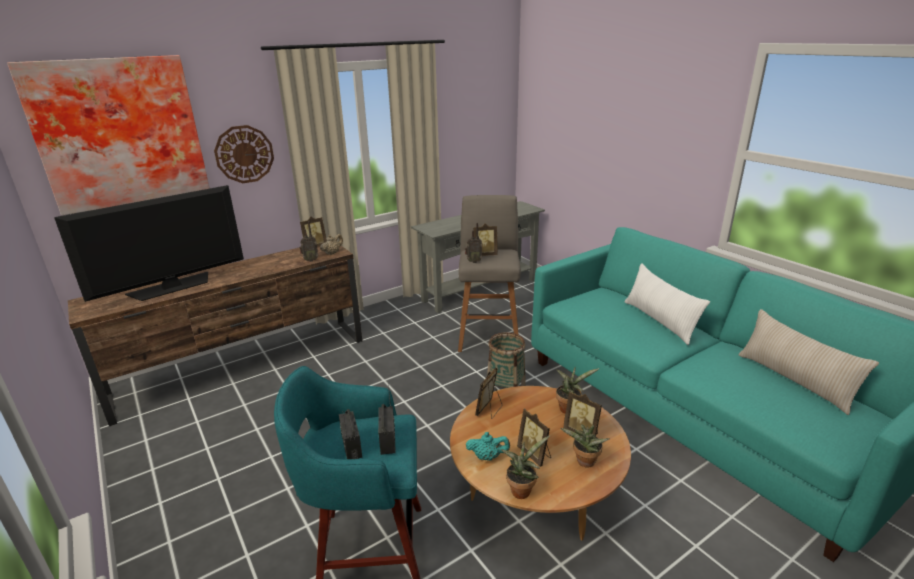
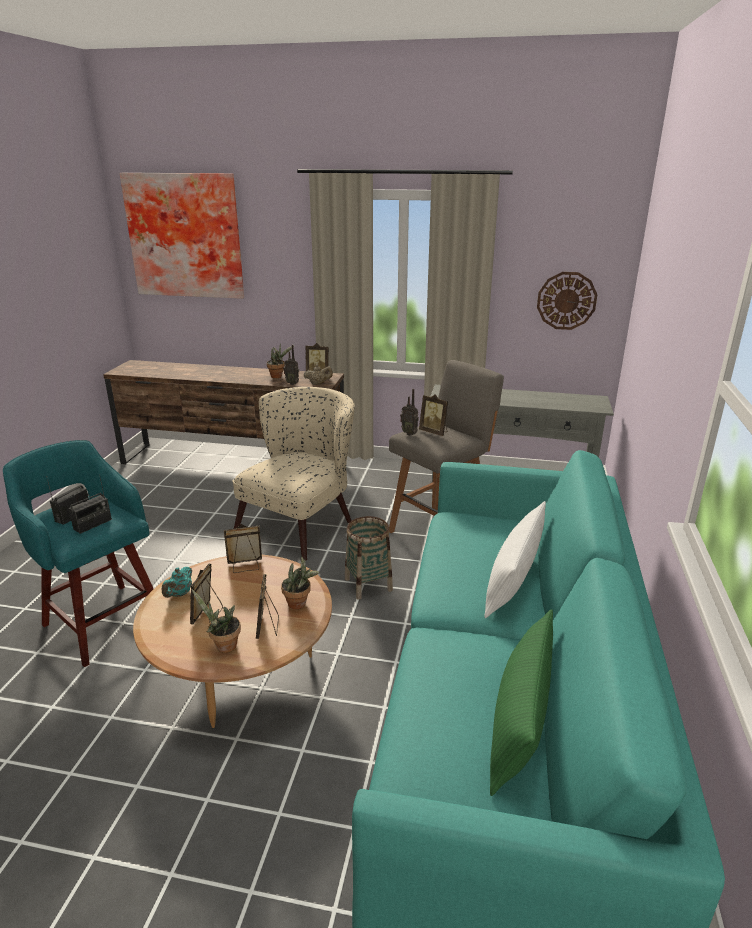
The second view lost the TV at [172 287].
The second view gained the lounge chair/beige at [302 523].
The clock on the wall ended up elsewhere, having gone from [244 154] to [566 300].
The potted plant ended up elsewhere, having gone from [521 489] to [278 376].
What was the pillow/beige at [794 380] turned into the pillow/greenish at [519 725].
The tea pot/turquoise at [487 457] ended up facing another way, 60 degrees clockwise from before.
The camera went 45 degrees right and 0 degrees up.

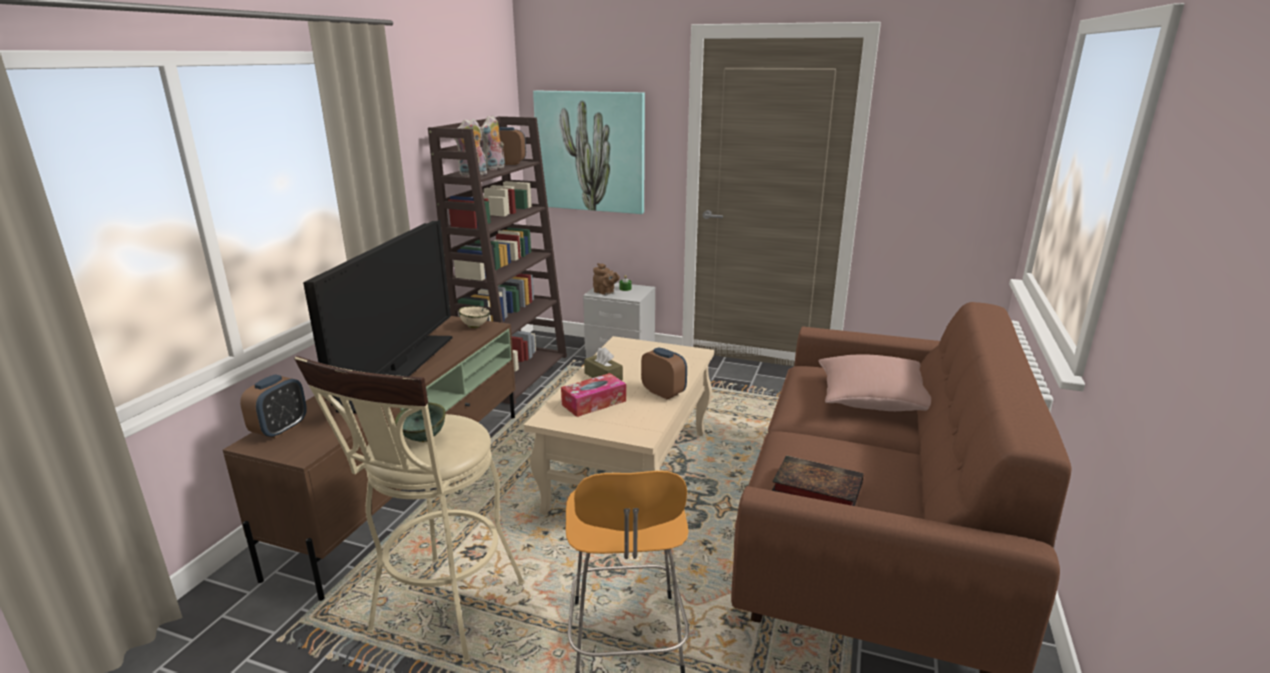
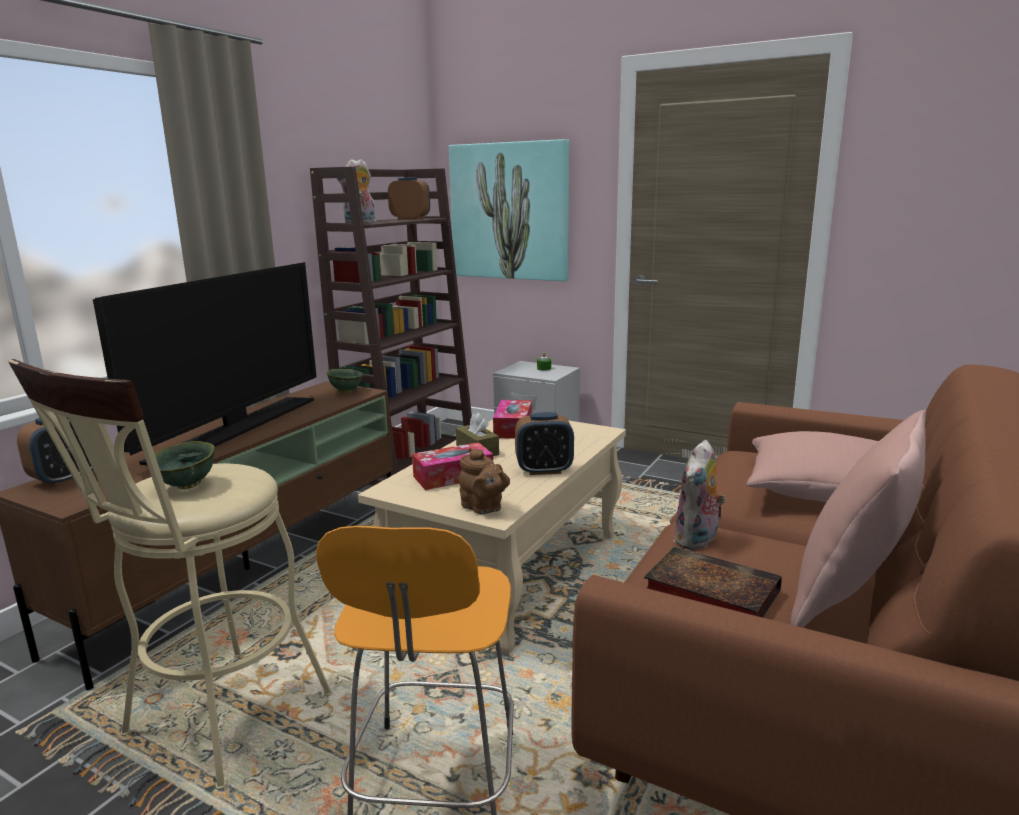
The second view gained the box of tissues at [513 428].
The second view gained the pillow/pink-coloured at [850 598].
The plush toy ended up elsewhere, having gone from [494 168] to [698 541].
The tea pot/brownish ended up elsewhere, having gone from [605 292] to [483 508].
What was the serving bowl/beige at [474 326] turned into the serving bowl/greenish at [346 391].
The bedside clock at [663 392] ended up facing another way, 120 degrees clockwise from before.
The camera went 10 degrees right and 5 degrees down.

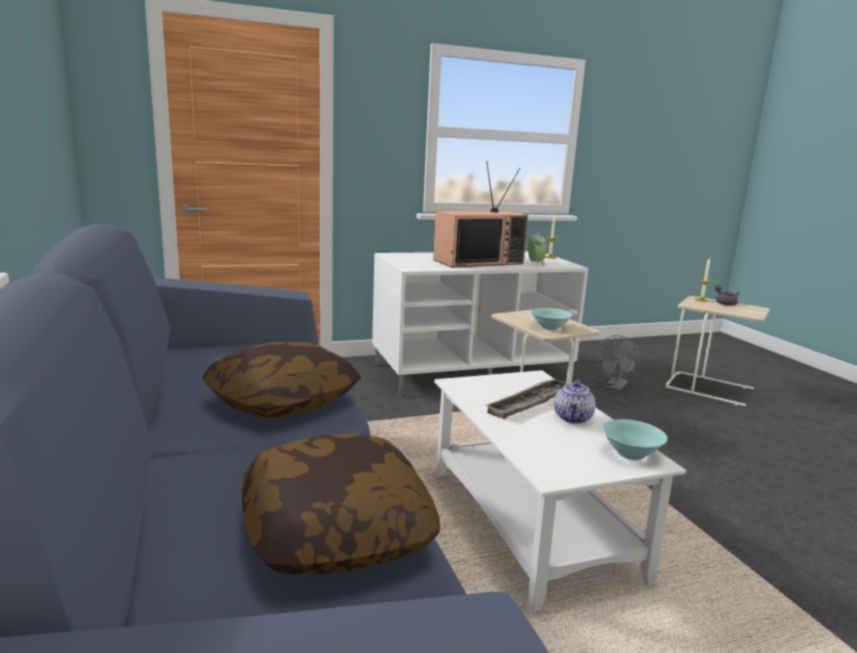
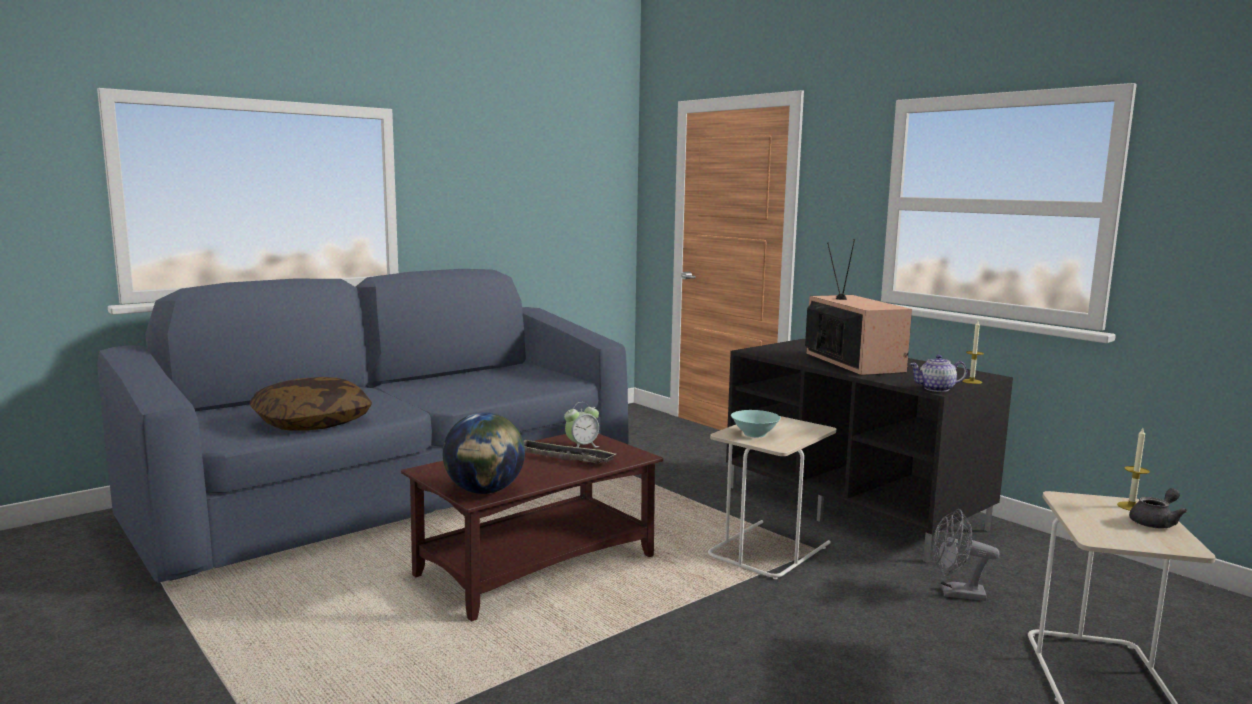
The second view lost the pillow at [283 402].
The bedside clock ended up elsewhere, having gone from [535 263] to [582 446].
The tea pot ended up elsewhere, having gone from [573 418] to [936 389].
Where the serving bowl/turquoise stood at [631 453], the globe came to stand at [485 491].
What was the tv stand/whitish at [472 371] turned into the tv stand/black-coloured at [855 507].
What was the coffee table/whitish at [529 521] turned into the coffee table/brownish at [537 565].
The TV at [478 261] ended up facing another way, 150 degrees counterclockwise from before.
The camera went 70 degrees right and 5 degrees down.

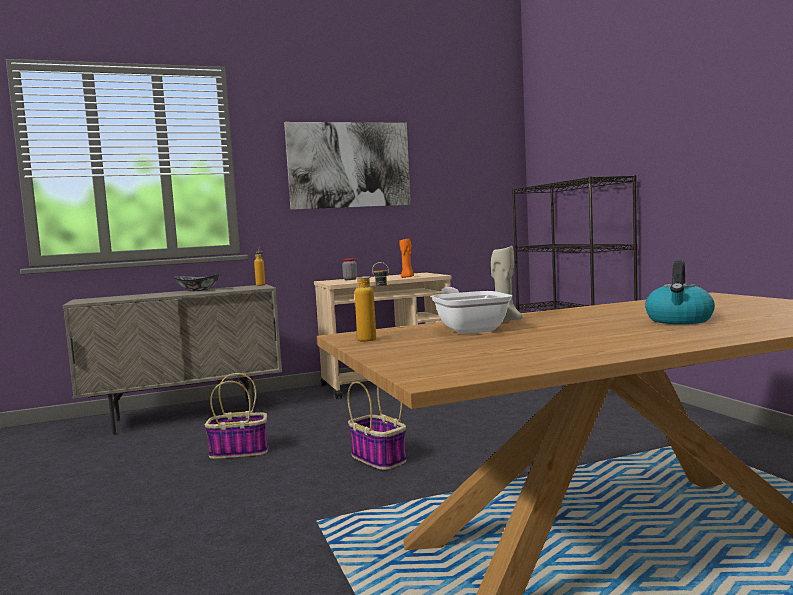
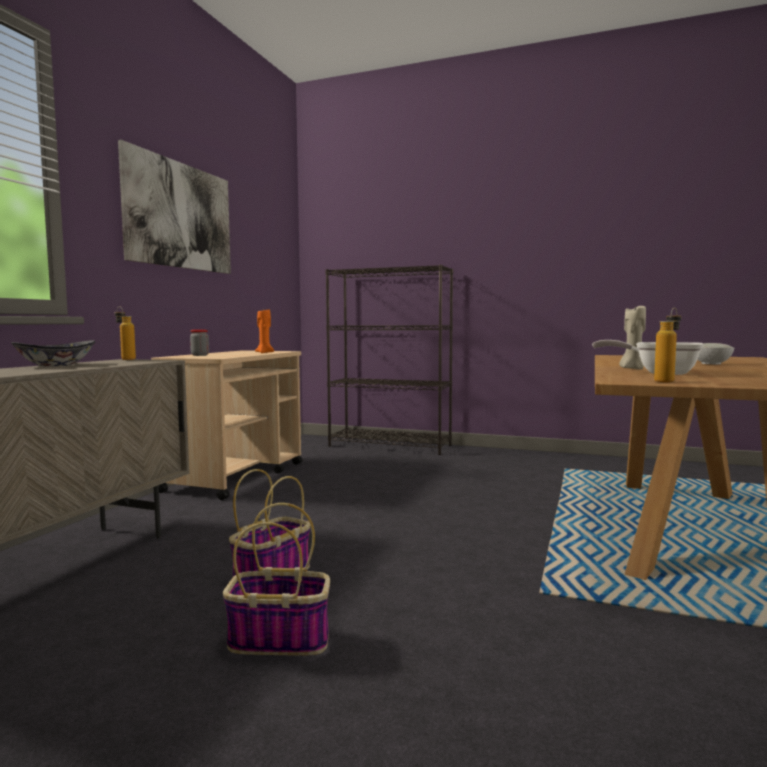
The basket ended up elsewhere, having gone from [379 459] to [281 639].
Where the water kettle stood at [679 320], the serving bowl/whitish came to stand at [711 363].
The camera went 50 degrees left and 0 degrees up.

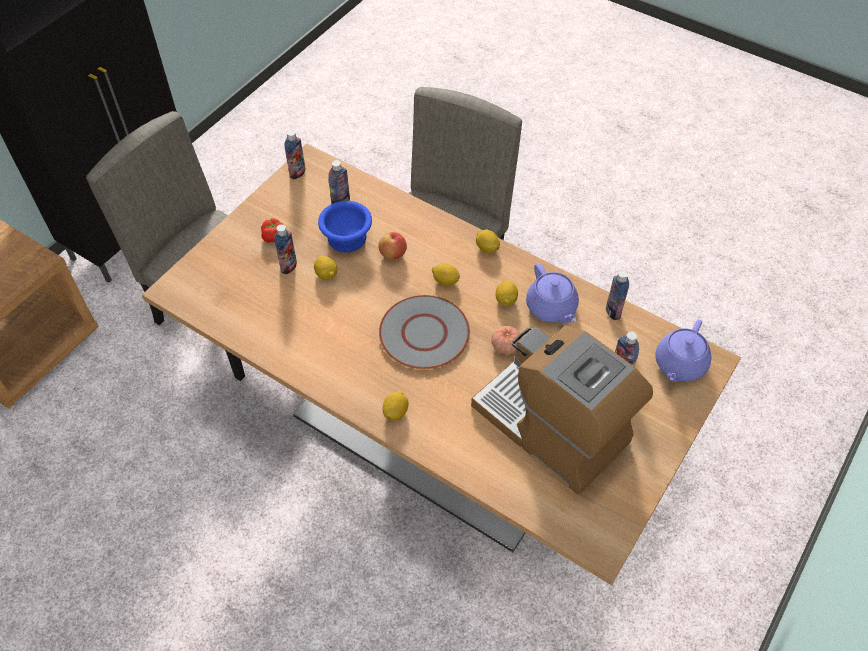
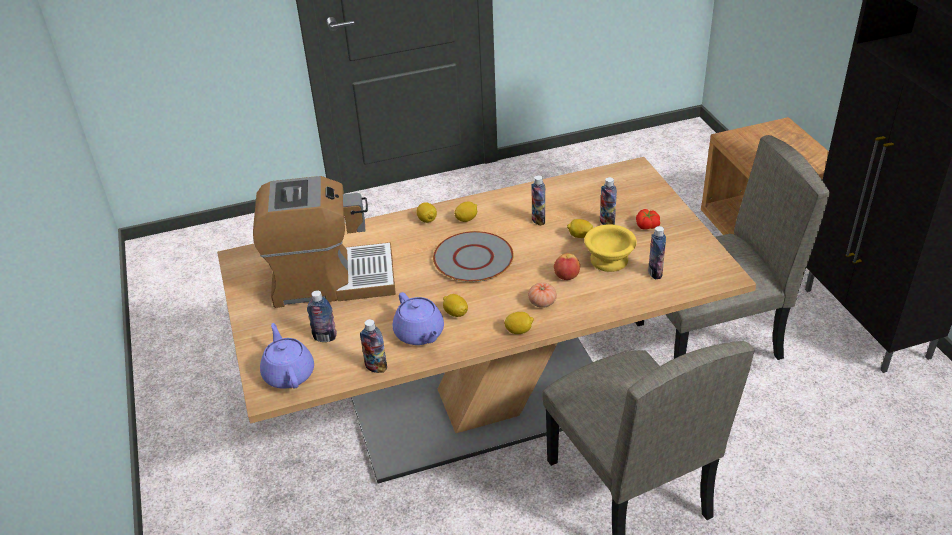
The bottle ended up elsewhere, having gone from [297 173] to [538 220].
The lemon ended up elsewhere, having gone from [445 281] to [466 219].
The fresh tomato ended up elsewhere, having gone from [506 346] to [542 302].
What was the serving bowl/blue-coloured at [346 237] turned into the serving bowl/yellow at [610 260].
The tea pot/purple at [551 308] ended up facing another way, 135 degrees counterclockwise from before.
The camera went 130 degrees right and 15 degrees down.

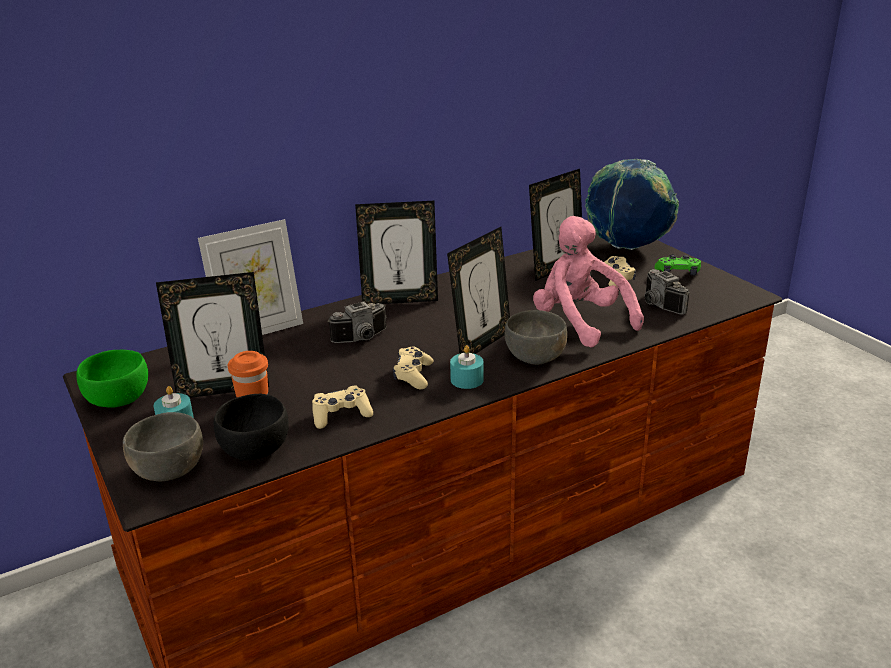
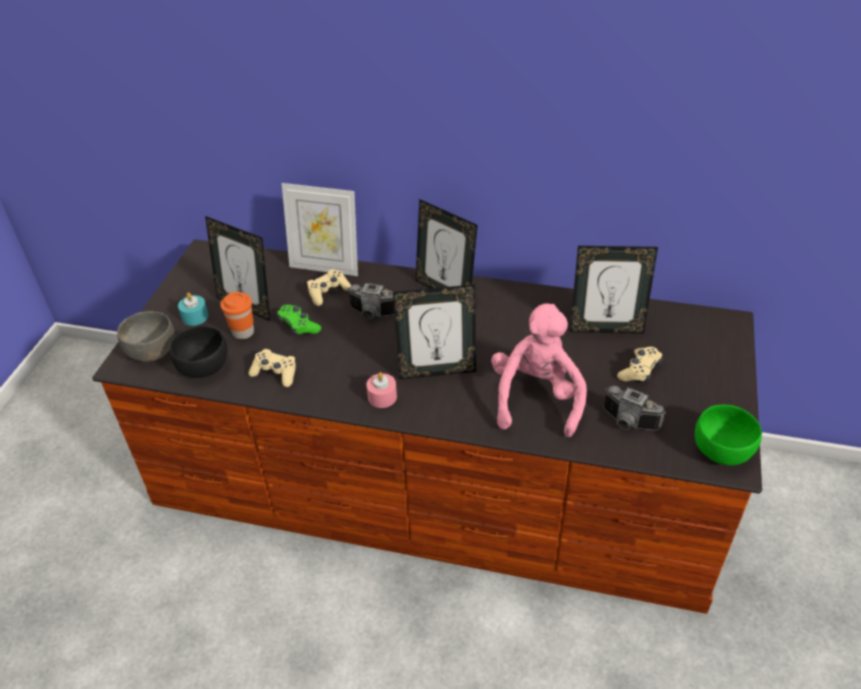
The second view lost the serving bowl/greyish at [535 357].
The second view lost the globe at [627 247].
The serving bowl/greenish ended up elsewhere, having gone from [119 398] to [723 450].
The gamepad/beige ended up elsewhere, having gone from [413 375] to [328 292].
The gamepad/greenish ended up elsewhere, having gone from [677 273] to [298 326].
What was the wax light/turquoise at [467 380] turned into the wax light/pink-coloured at [382 397].
The photo camera at [658 305] ended up facing another way, 75 degrees counterclockwise from before.
The camera went 45 degrees right and 15 degrees up.

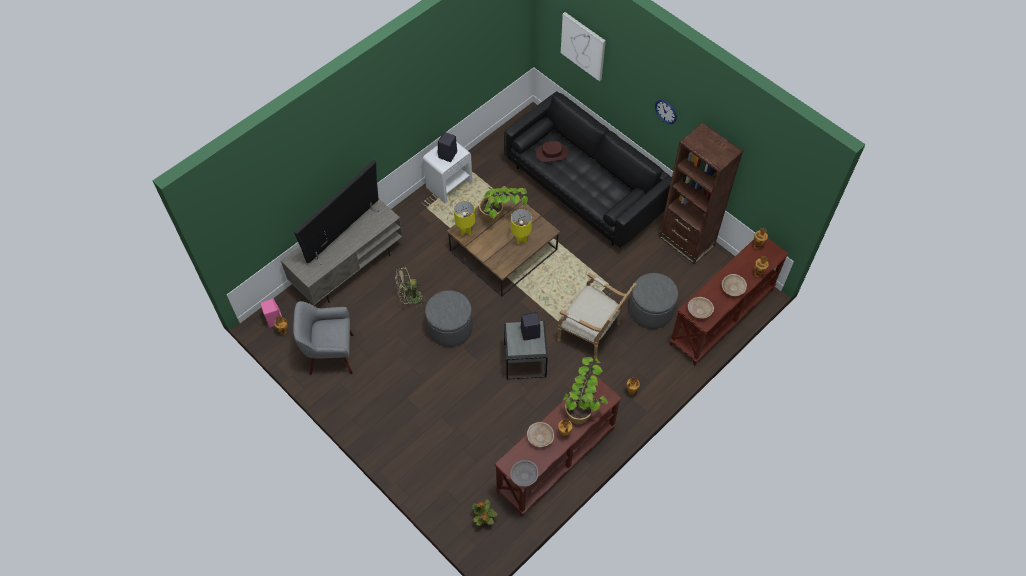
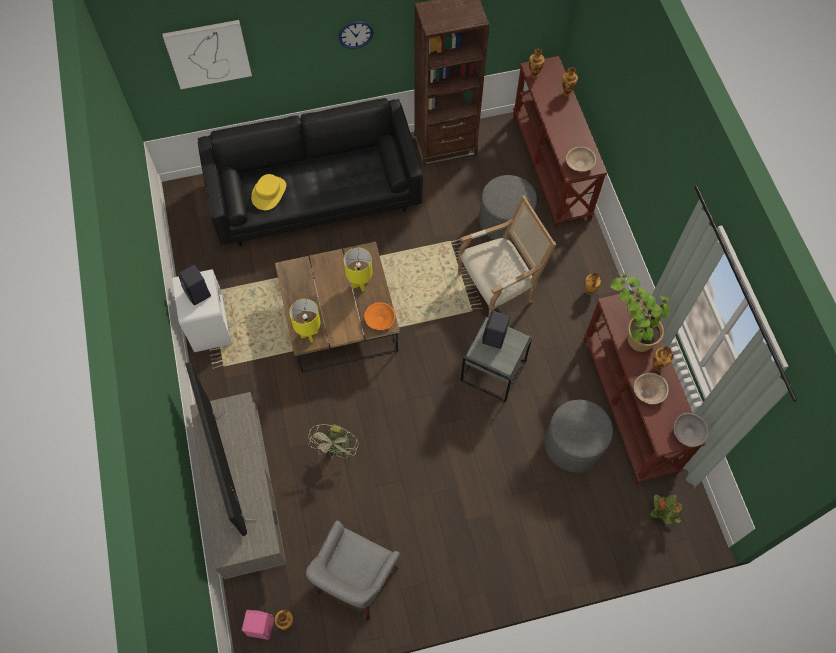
The second view lost the potted plant at [500 218].
The second view lost the serving bowl/beige at [732 289].
The second view gained the serving bowl/orange-coloured at [380 319].
The pouffe/greyish ended up elsewhere, having gone from [450 327] to [573 444].
What was the hat/brownish at [551 153] turned into the hat/yellow at [269 193].
The camera went 60 degrees left and 5 degrees up.

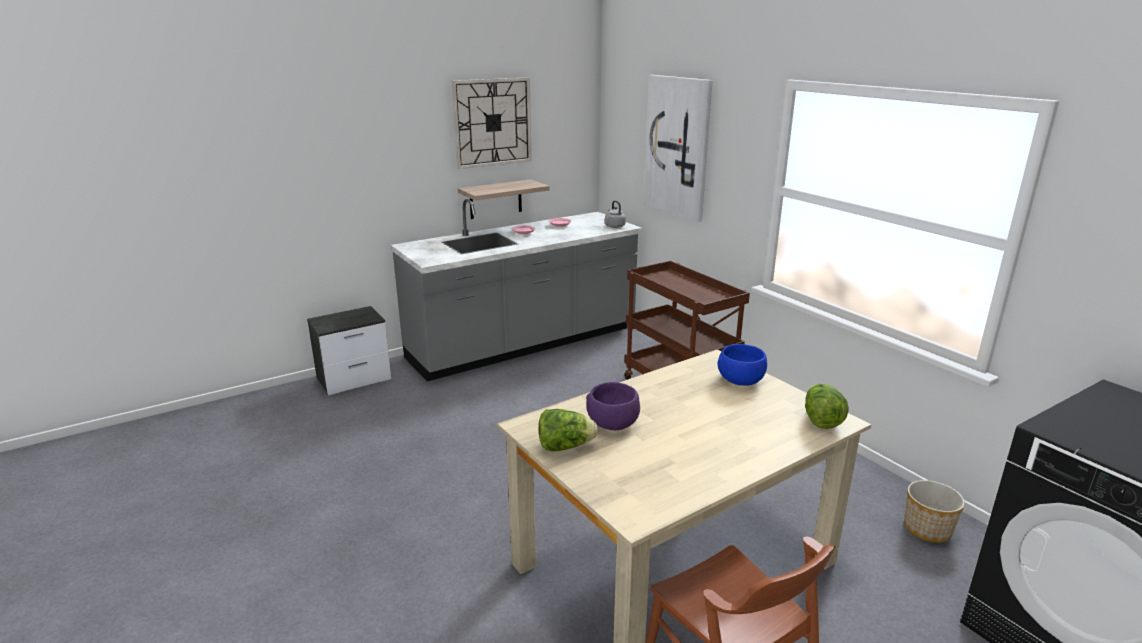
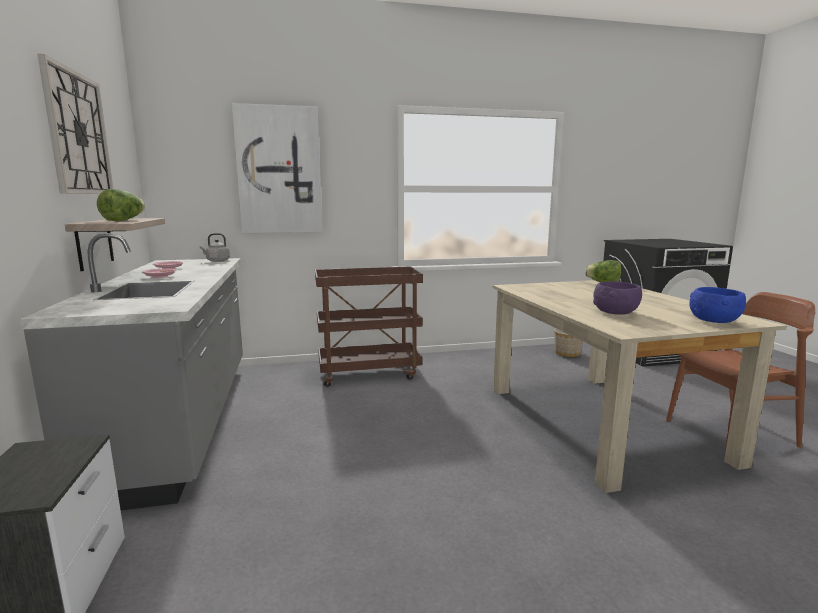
The head of lettuce ended up elsewhere, having gone from [565 446] to [124 220].
The serving bowl/blue-coloured ended up elsewhere, having gone from [740 381] to [715 321].
The camera went 70 degrees left and 10 degrees down.

